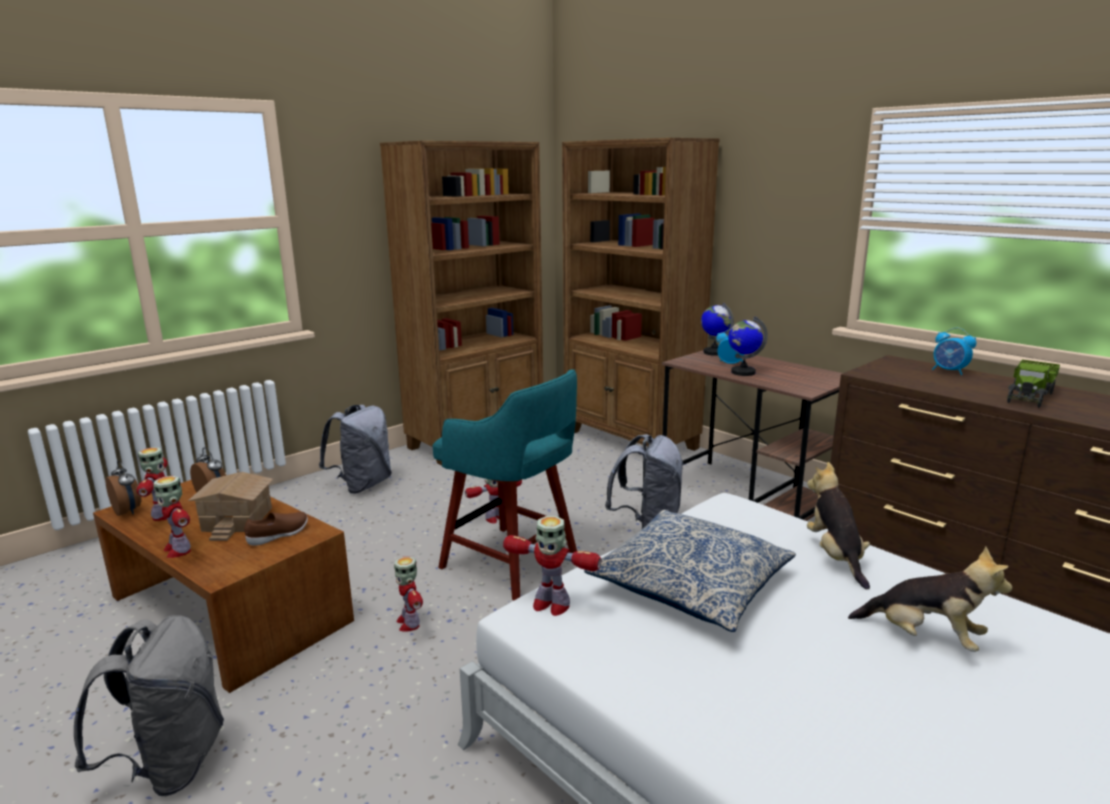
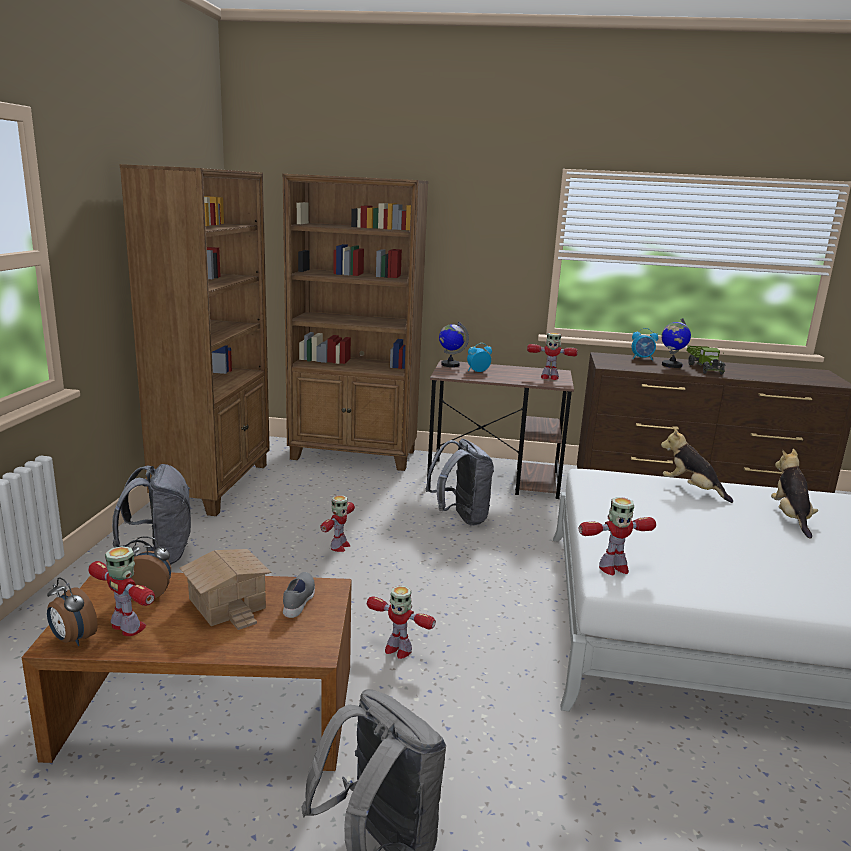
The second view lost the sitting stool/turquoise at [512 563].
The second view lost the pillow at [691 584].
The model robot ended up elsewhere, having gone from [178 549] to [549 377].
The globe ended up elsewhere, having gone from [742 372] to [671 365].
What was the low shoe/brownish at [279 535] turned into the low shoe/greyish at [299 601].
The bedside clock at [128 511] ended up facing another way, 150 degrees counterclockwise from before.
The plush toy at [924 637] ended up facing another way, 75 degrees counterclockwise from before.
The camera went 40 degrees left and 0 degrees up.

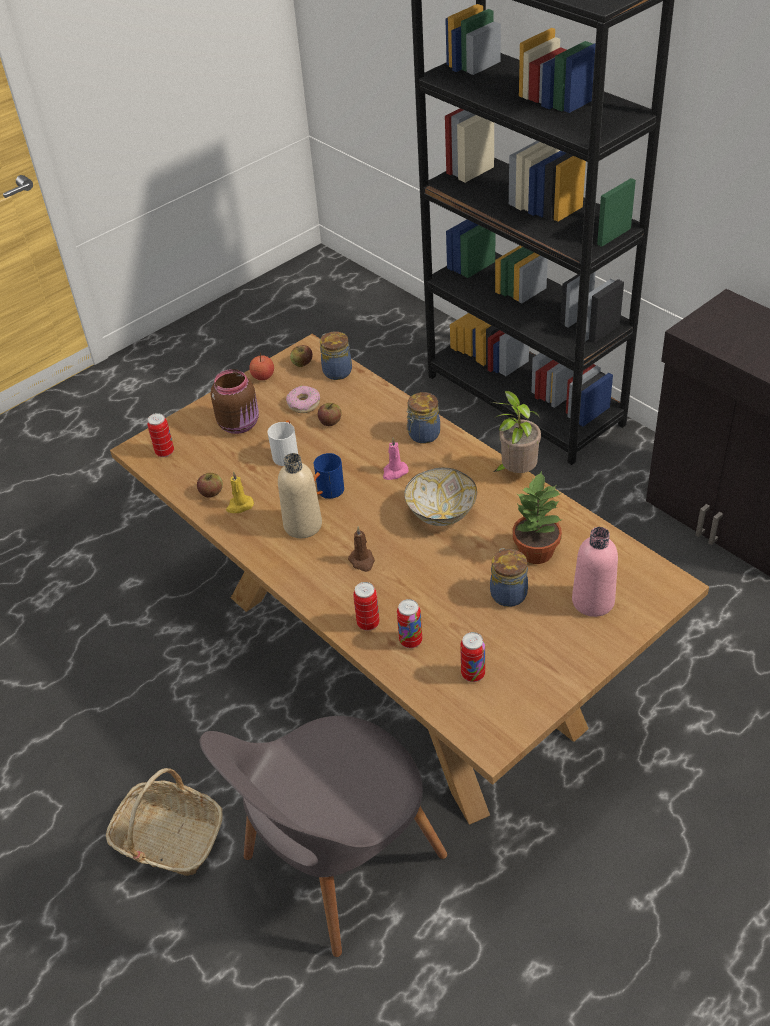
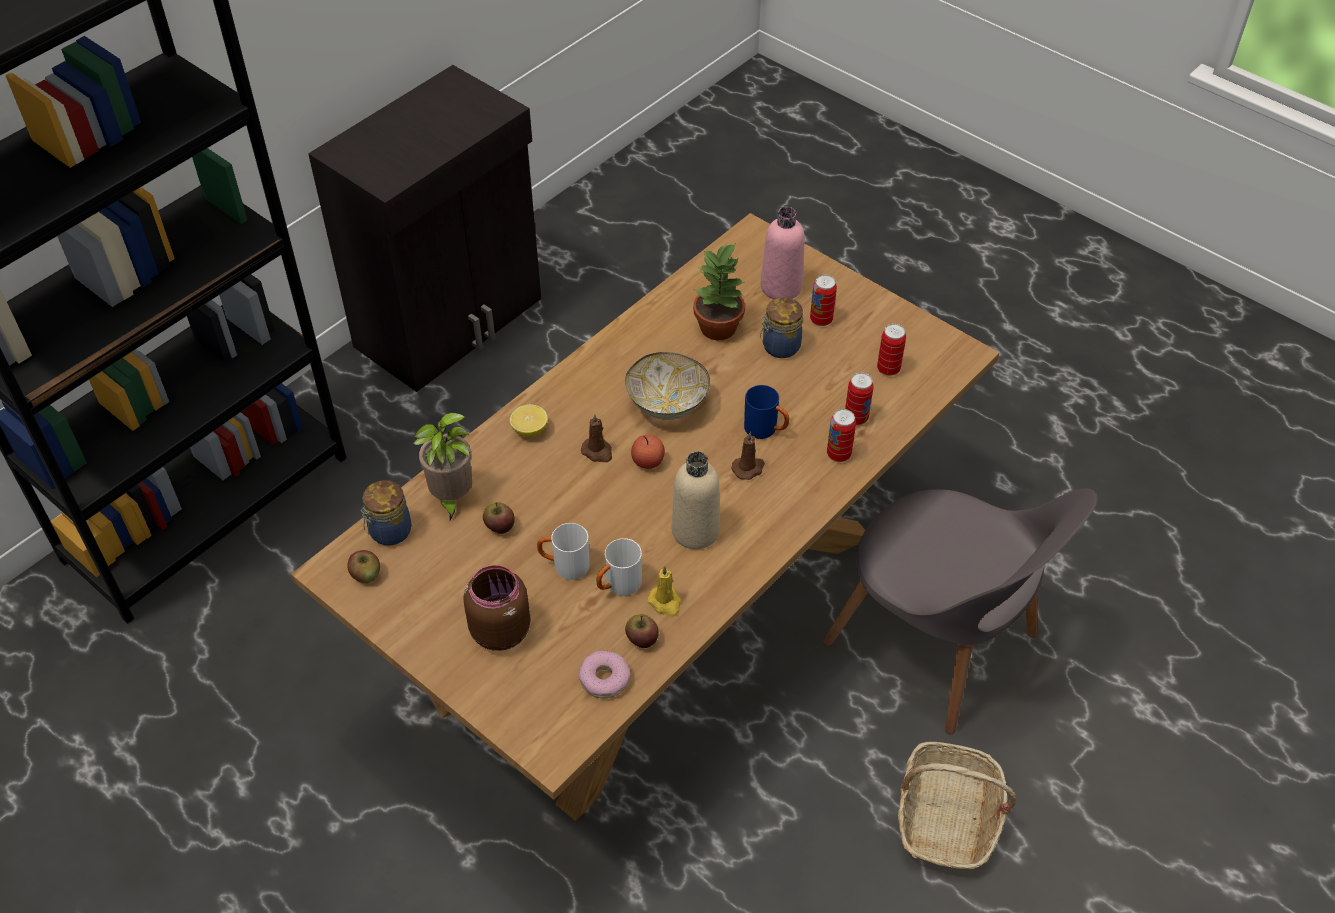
The second view gained the coffee mug/whitish at [618 586].
The metal can ended up elsewhere, having gone from [165 452] to [821 320].
The apple ended up elsewhere, having gone from [263 376] to [648 461].
The ring doughnut ended up elsewhere, having gone from [304 404] to [604 679].
The coffee mug/blue-coloured ended up elsewhere, having gone from [327 493] to [766 430].
The potted plant ended up elsewhere, having gone from [516 472] to [451 498].
Where the jar stood at [423 435], the lemon came to stand at [529 430].
What was the wax light/pink-coloured at [394 472] turned into the wax light/brownish at [598 452].
The camera went 100 degrees left and 5 degrees up.

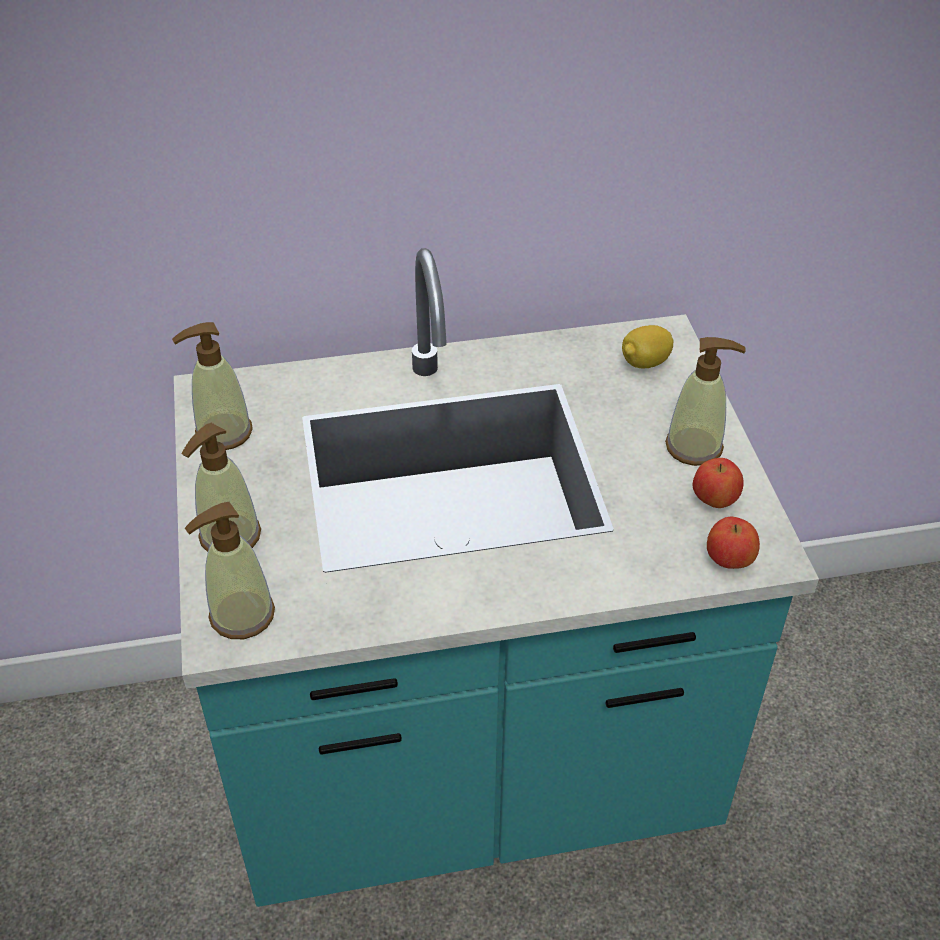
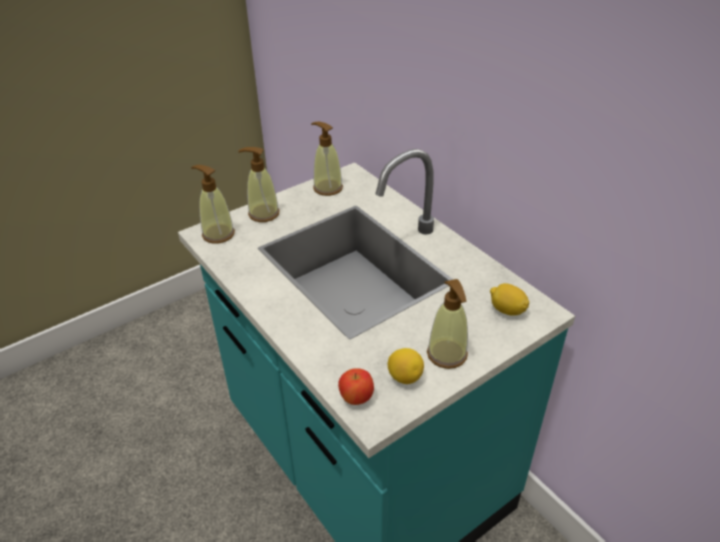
Where the apple stood at [714 500], the lemon came to stand at [405 377].
The camera went 65 degrees right and 5 degrees down.

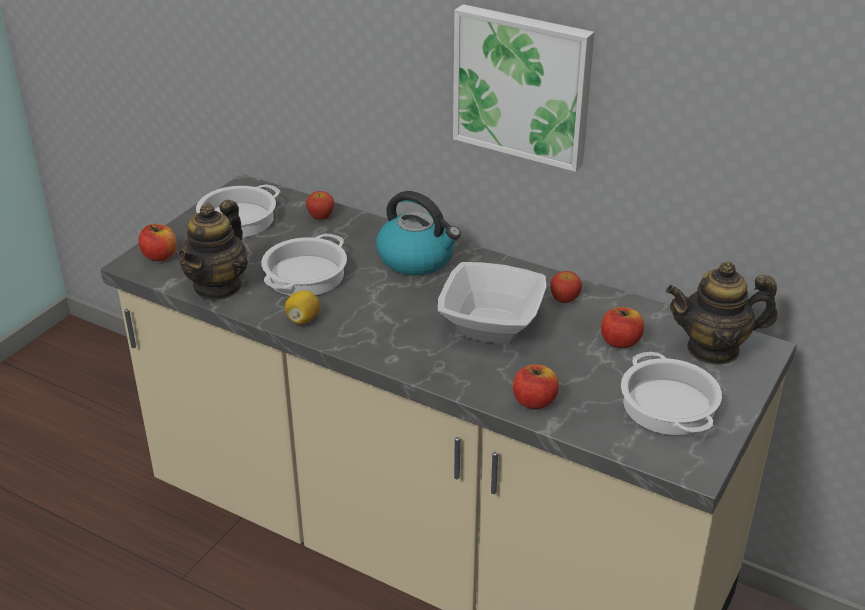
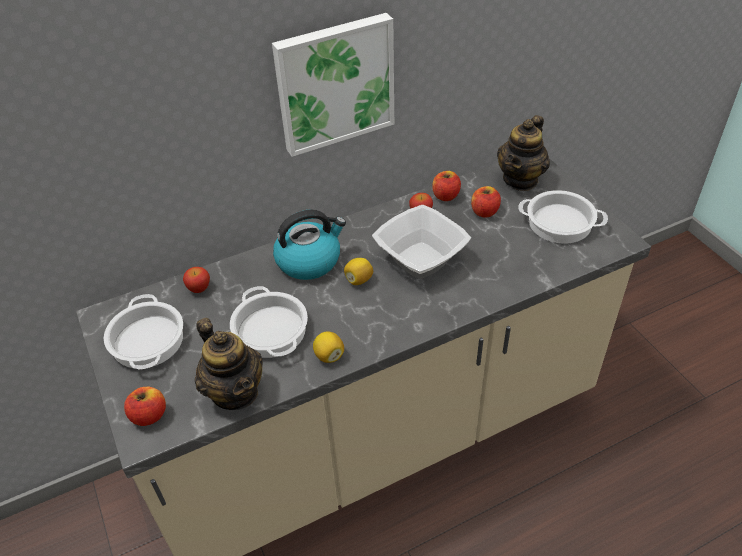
The second view gained the lemon at [359 280].
The apple ended up elsewhere, having gone from [534 401] to [445 196].
The camera went 55 degrees left and 10 degrees up.

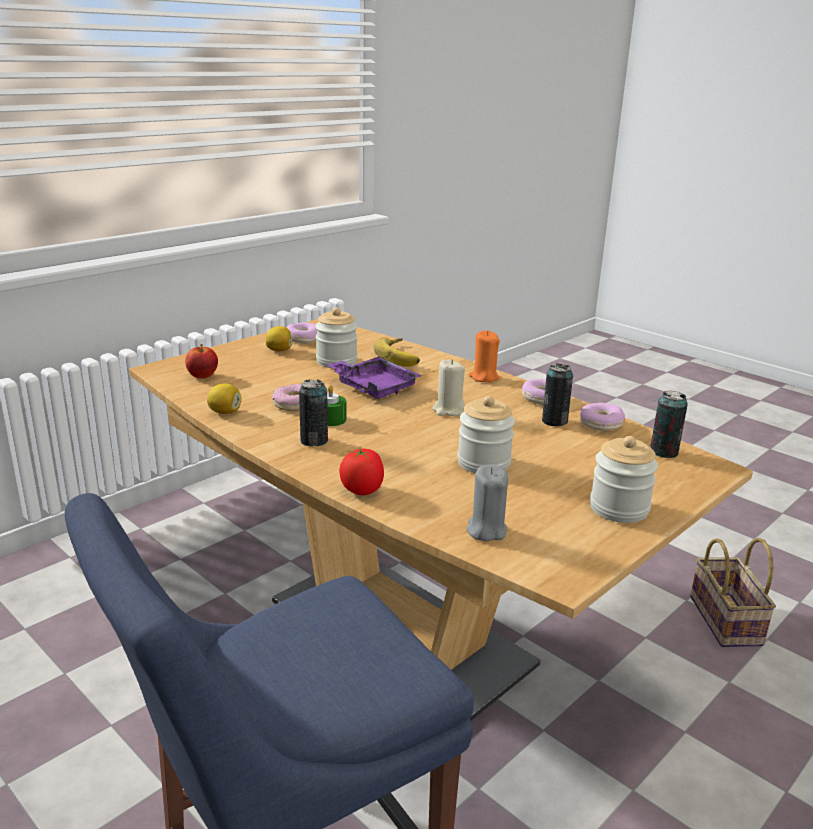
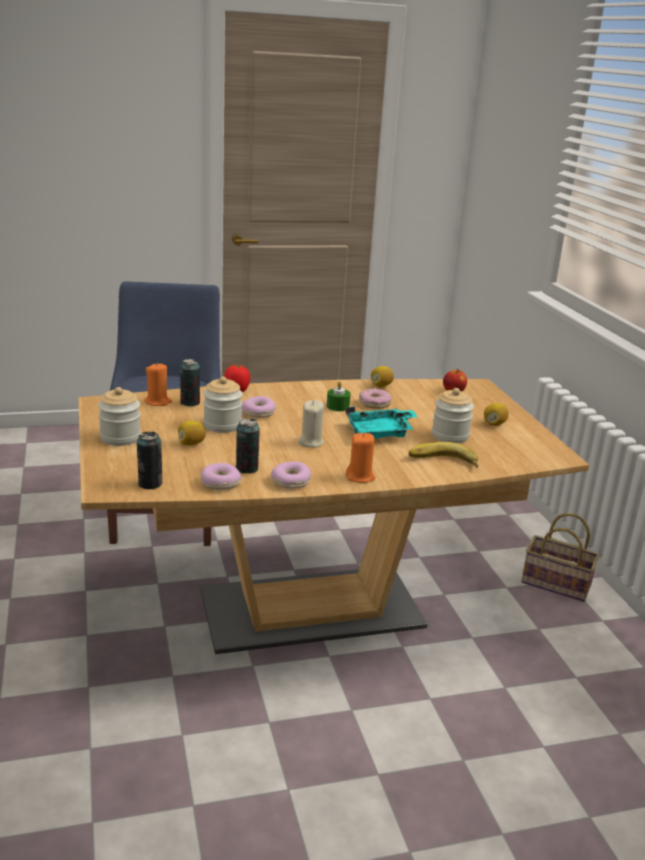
The second view gained the lemon at [191 444].
The ring doughnut ended up elsewhere, having gone from [303 339] to [259 413].
The metal can ended up elsewhere, having gone from [314 441] to [190 403].
The basket ended up elsewhere, having gone from [727 622] to [554 584].
What was the serving tray/purple at [374 387] turned into the serving tray/turquoise at [381 433].
What was the wax light/greyish at [486 530] turned into the wax light/orange-coloured at [158 402].
The camera went 120 degrees right and 0 degrees up.

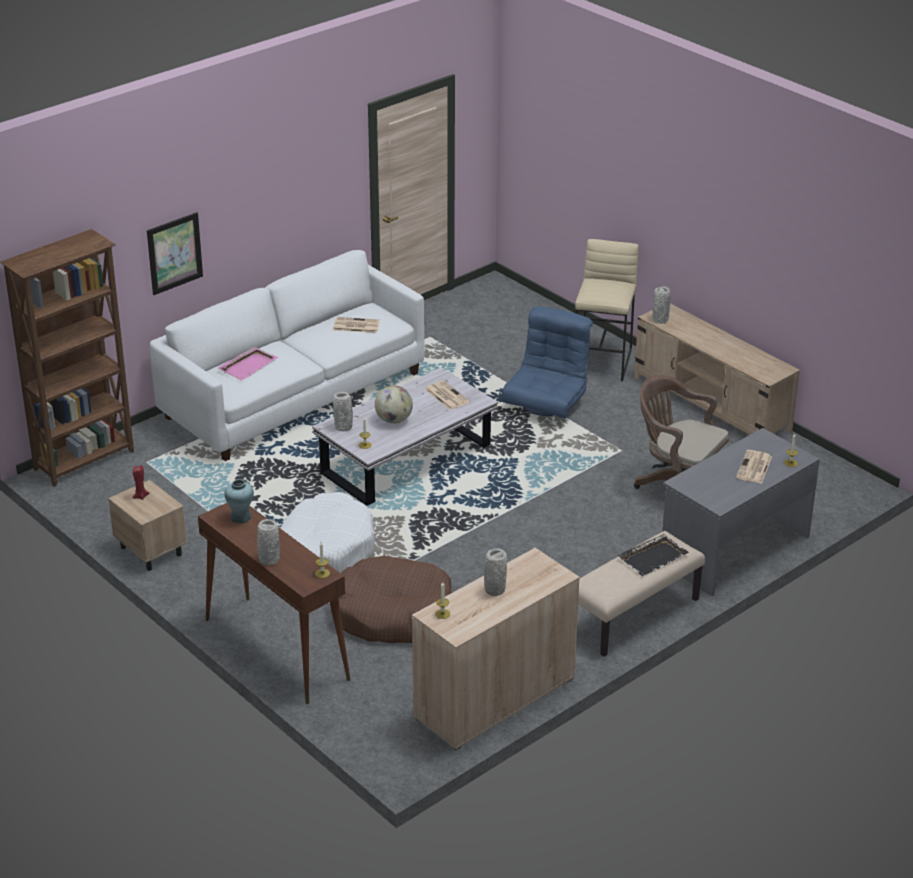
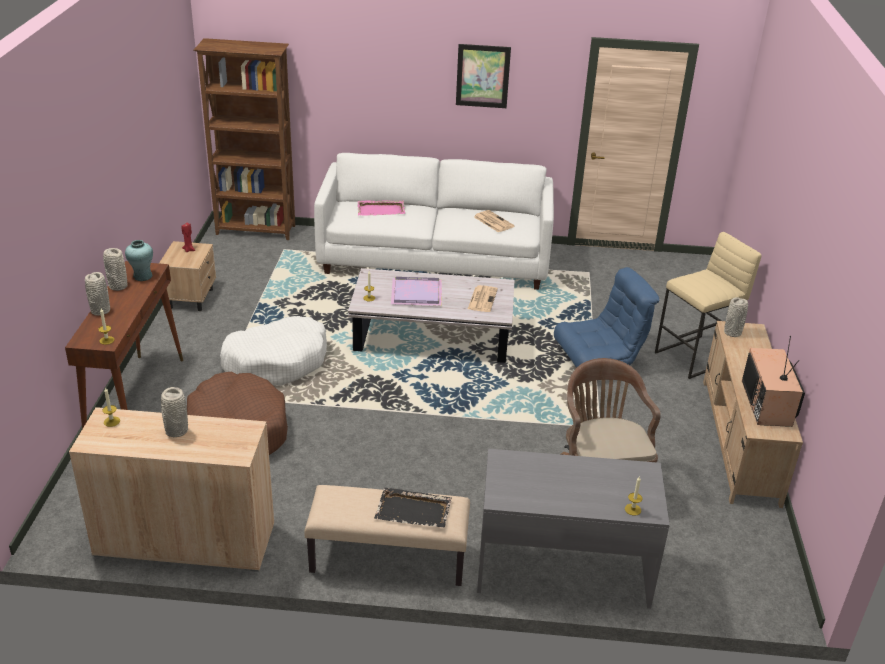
The second view lost the daily paper at [754 468].
The second view gained the TV at [768 404].
The picture ended up elsewhere, having gone from [174 253] to [482 76].
The flower vase/greyish ended up elsewhere, having gone from [344 427] to [118 286].
Where the globe stood at [394 420], the serving tray/purple came to stand at [417 294].
The camera went 45 degrees right and 0 degrees up.

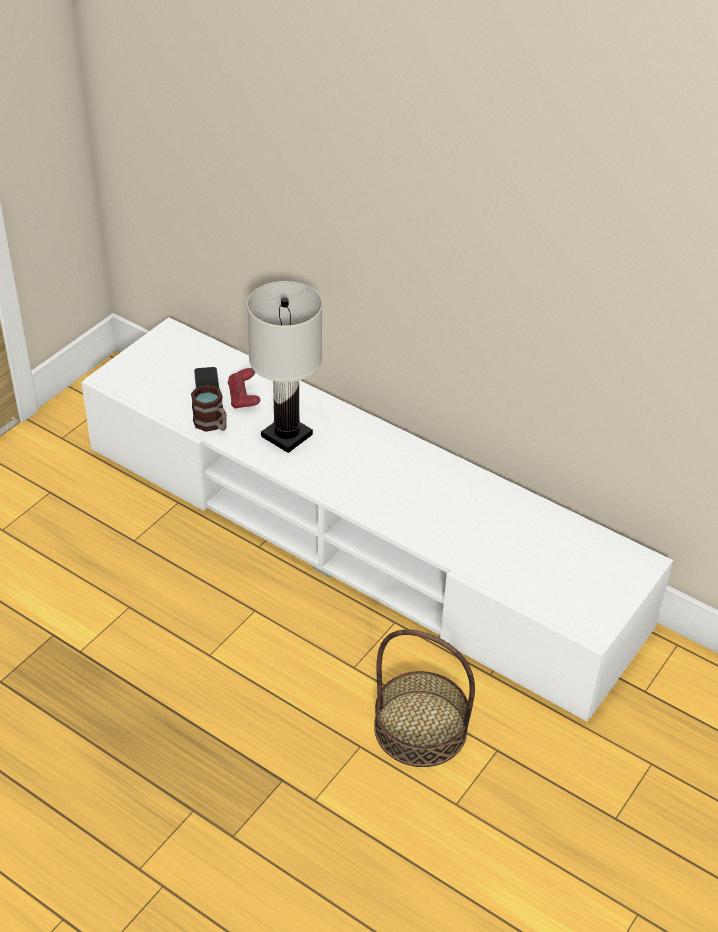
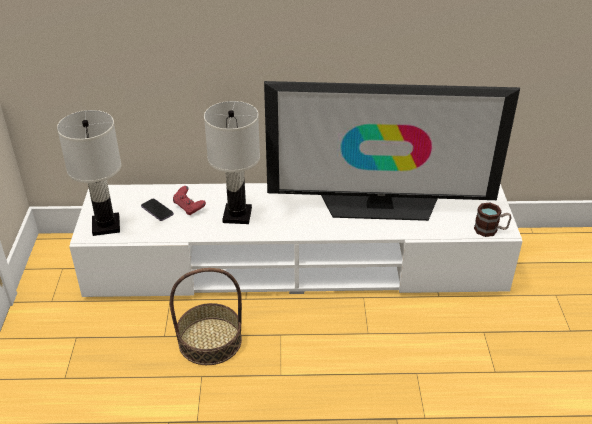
The second view gained the tabletop lamp/whitish at [105 225].
The second view gained the TV at [380 206].
The coffee mug ended up elsewhere, having gone from [212 424] to [490 230].
The basket ended up elsewhere, having gone from [420 728] to [210 341].
The camera went 35 degrees left and 5 degrees down.

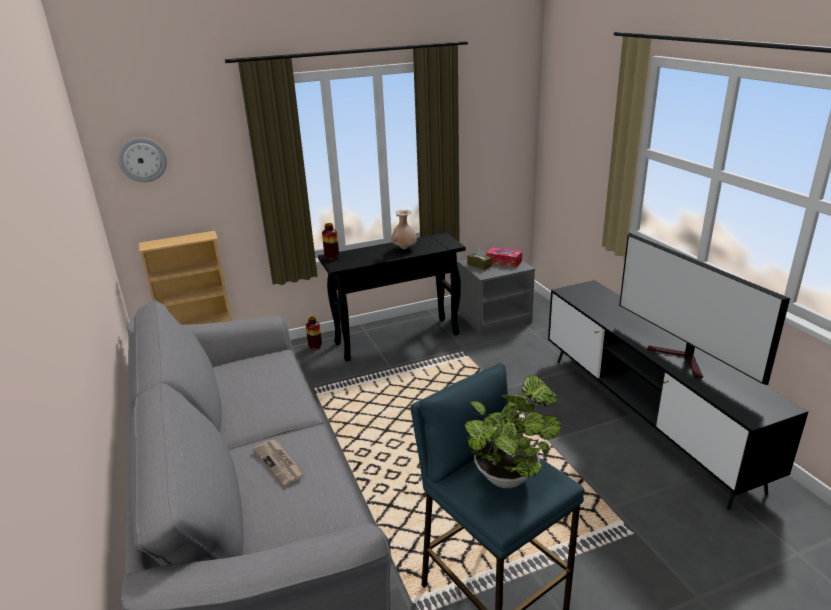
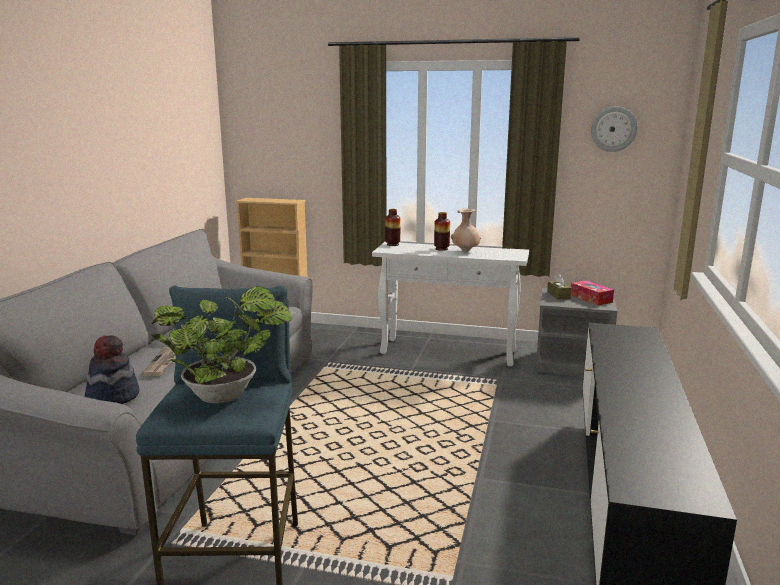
The second view lost the TV at [683 360].
The second view gained the hat at [112 397].
The clock on the wall ended up elsewhere, having gone from [142 159] to [613 129].
The flower vase ended up elsewhere, having gone from [315 346] to [441 249].
What was the narrow table/black-coloured at [398 338] turned into the narrow table/whitish at [449 352].
The camera went 35 degrees right and 10 degrees down.

